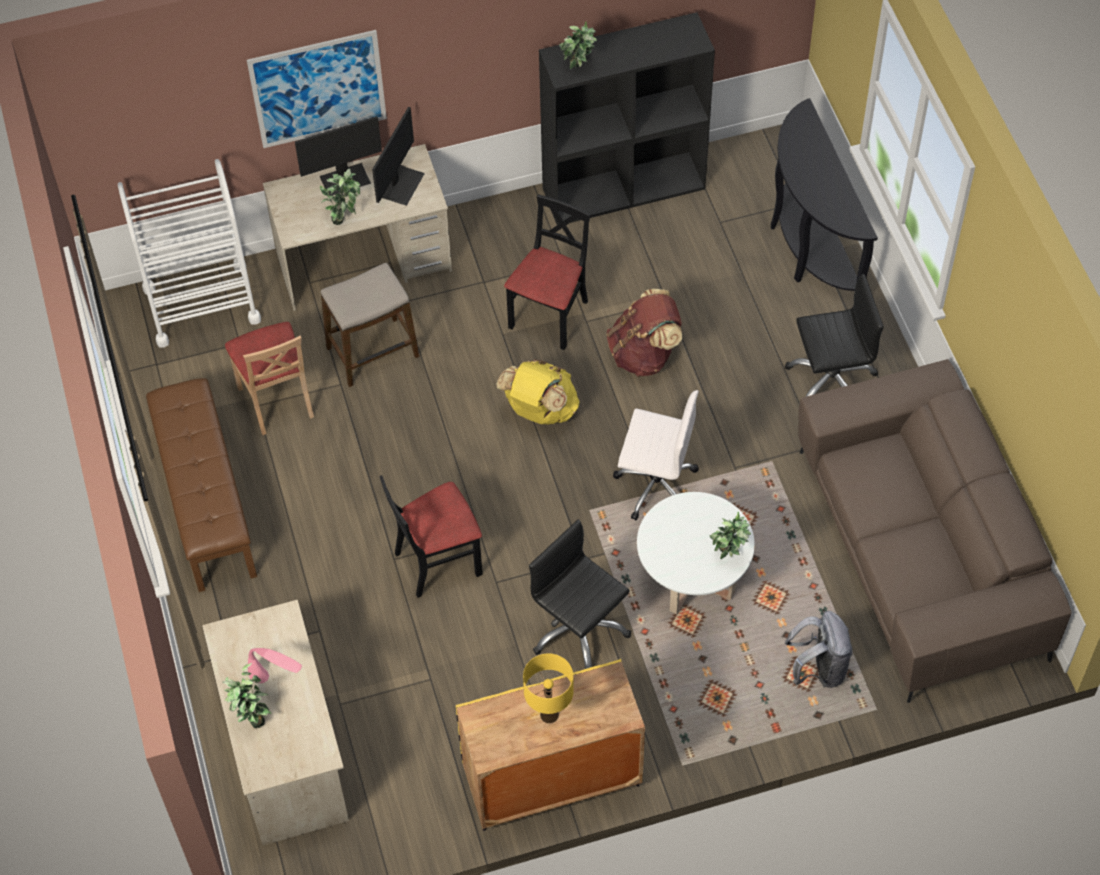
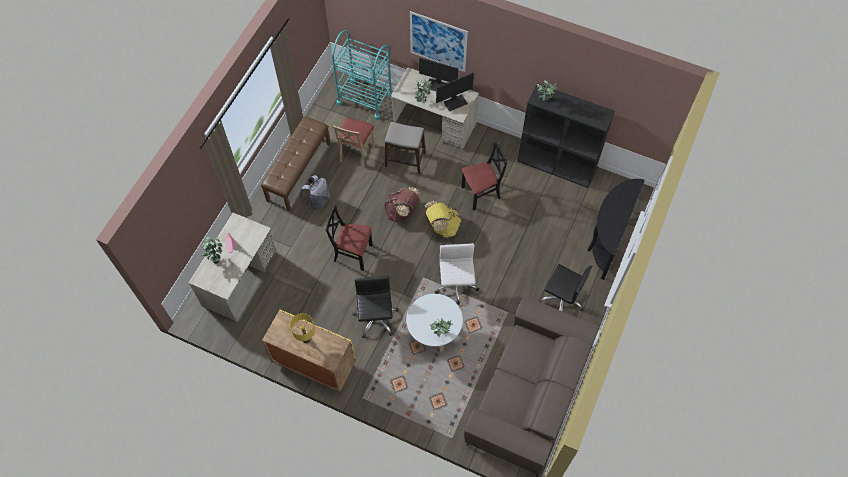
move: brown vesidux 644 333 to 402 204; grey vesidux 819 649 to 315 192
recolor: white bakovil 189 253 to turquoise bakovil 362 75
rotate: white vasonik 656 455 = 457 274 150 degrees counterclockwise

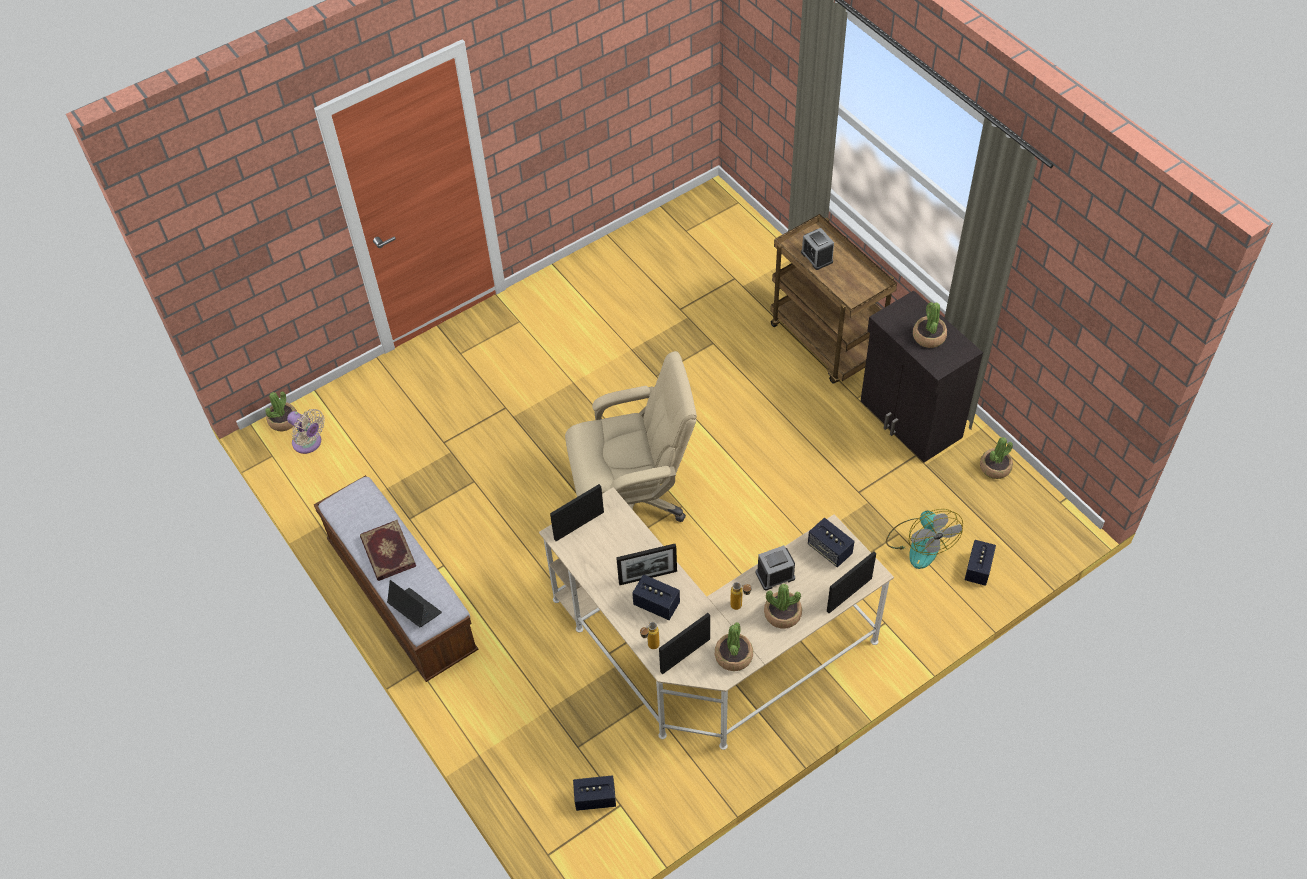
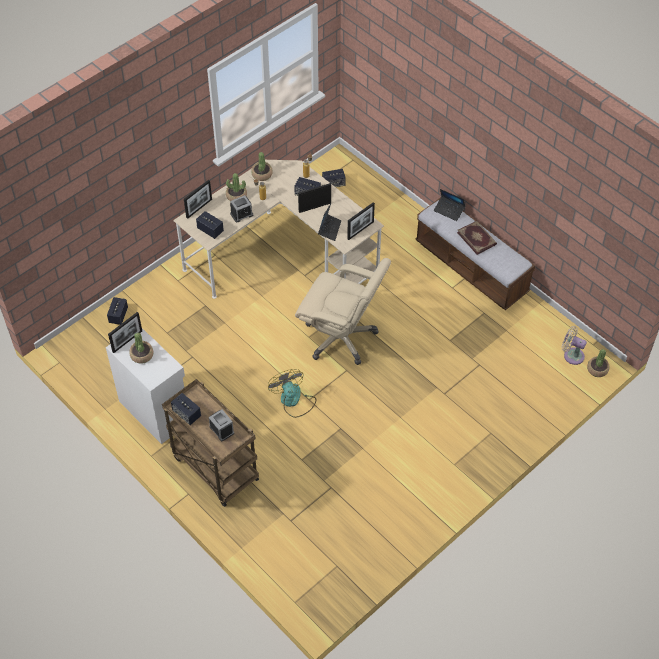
delete: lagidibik 996 458
insert: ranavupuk 186 409; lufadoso 329 222
move: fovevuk 684 643 to 125 332; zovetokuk 924 539 to 292 393
recolor: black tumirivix 922 376 to white tumirivix 145 386
rotate: beige vasonik 631 436 = 343 311 135 degrees counterclockwise

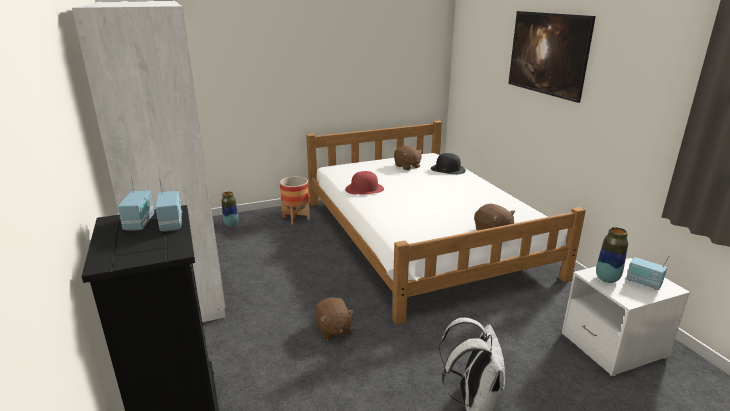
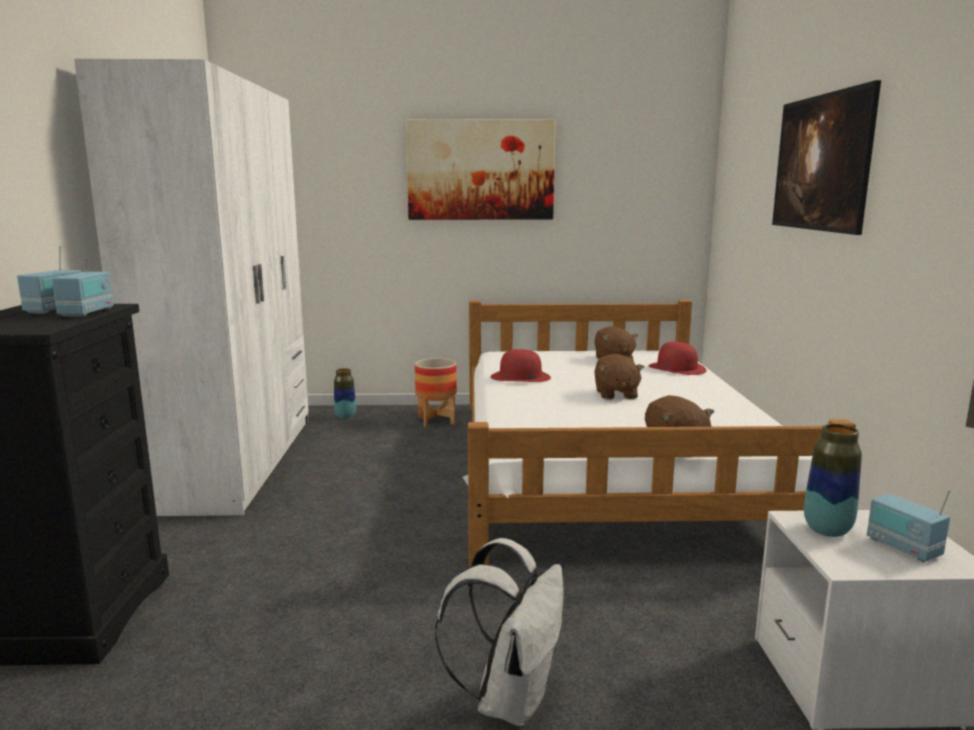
insert: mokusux 480 169
move: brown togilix 334 318 to 619 377
recolor: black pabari 448 163 to red pabari 677 358

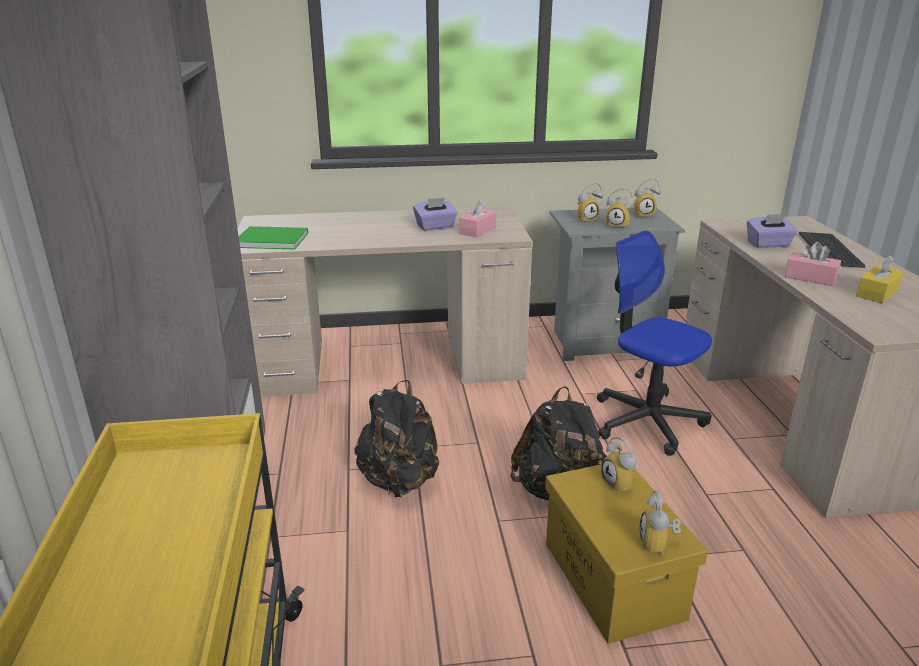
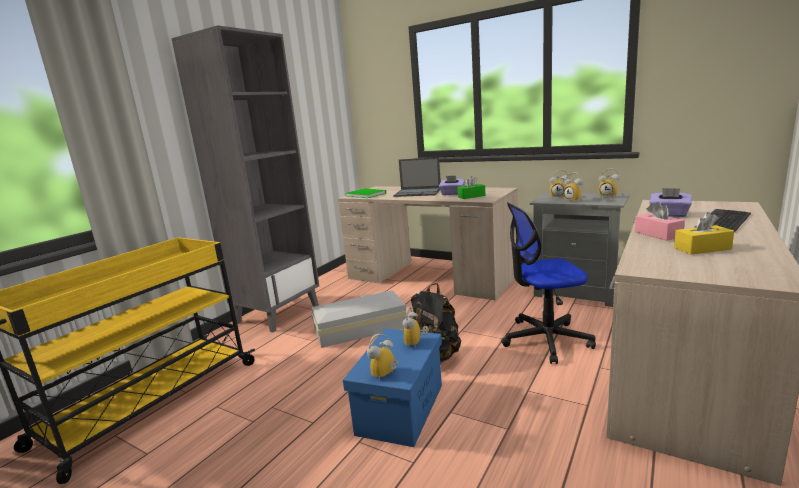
insert: lufadoso 417 177
replace: black vesidux 396 438 to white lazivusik 359 319
recolor: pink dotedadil 478 218 to green dotedadil 471 187; yellow lazivusik 626 554 to blue lazivusik 392 387
rotate: vasonik 654 343 = 548 283 90 degrees counterclockwise

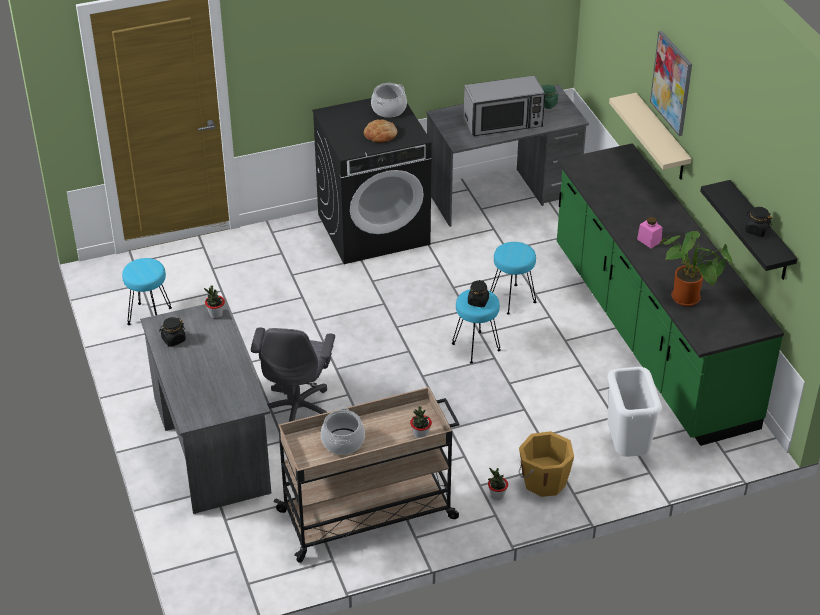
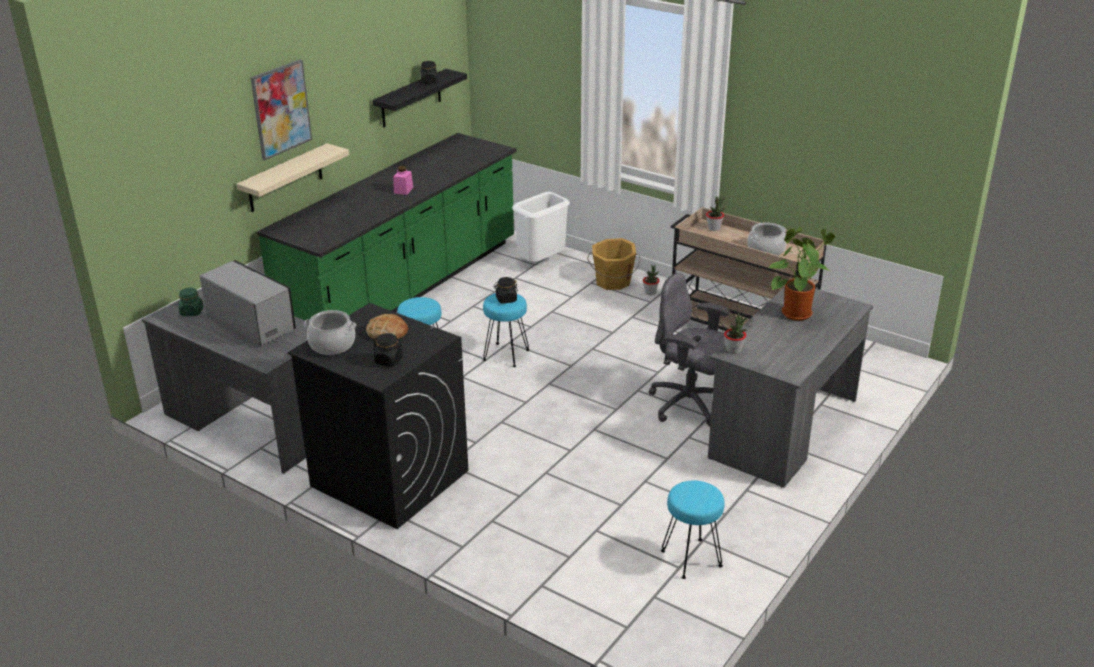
move: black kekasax 172 332 to 388 350; lagidibik 696 268 to 801 274
rotate: grey vasonik 293 375 = 689 349 120 degrees counterclockwise

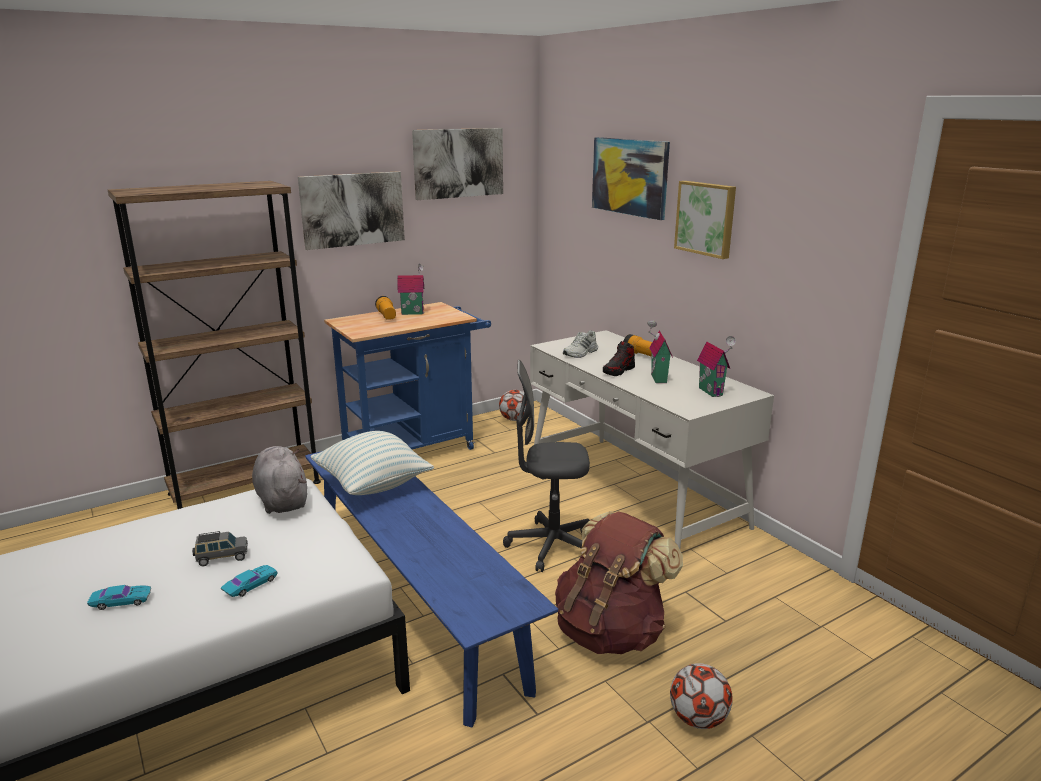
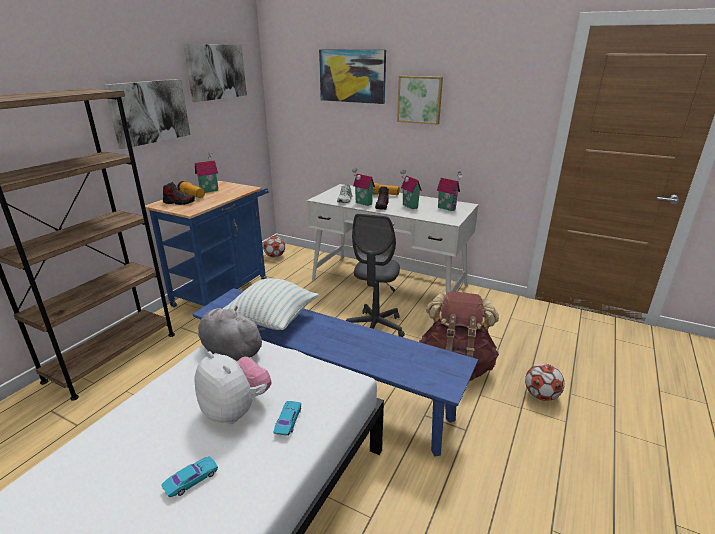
insert: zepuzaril 179 193; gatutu 363 187
replace: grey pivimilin 220 548 to togilix 233 387
rotate: grey vasonik 546 466 = 375 275 45 degrees counterclockwise

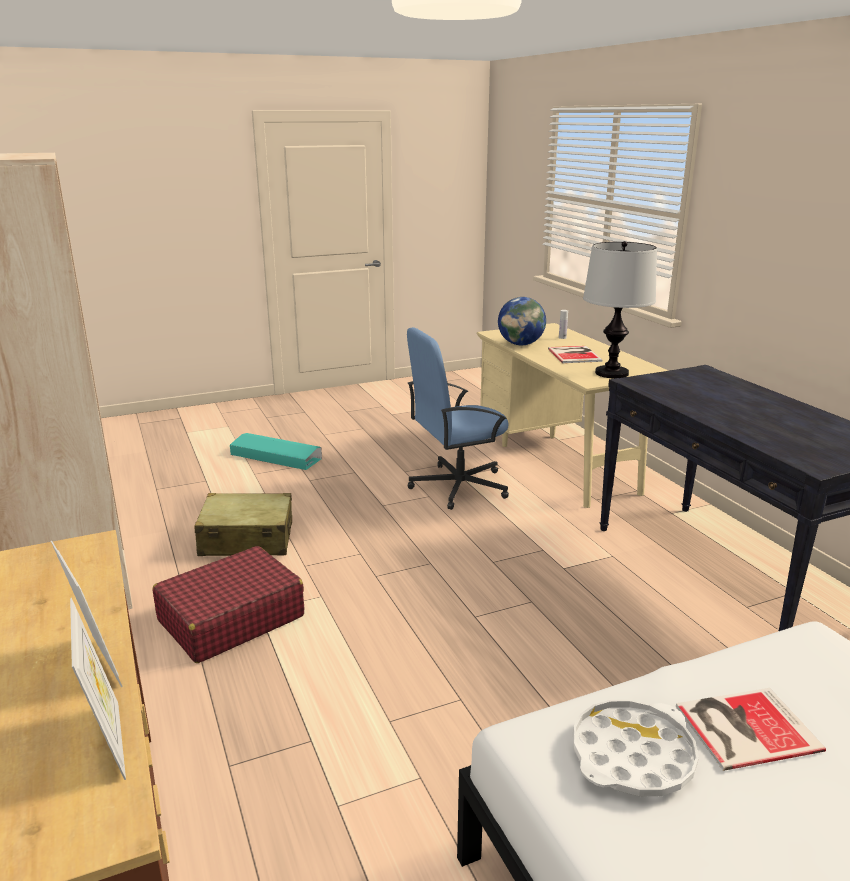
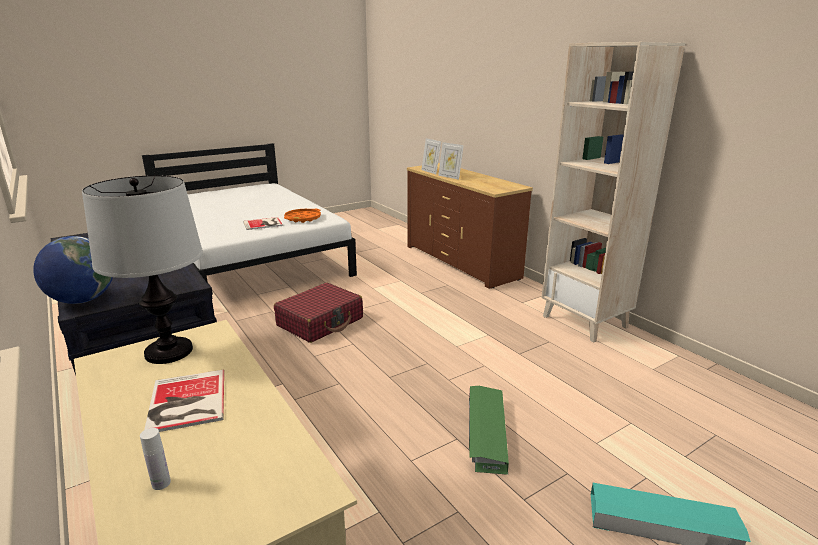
delete: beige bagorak 243 524; blue vasonik 458 418
insert: green lazivusik 489 430
move: red bagorak 228 604 to 318 313; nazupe 522 321 to 73 270
recolor: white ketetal 636 748 to orange ketetal 302 216

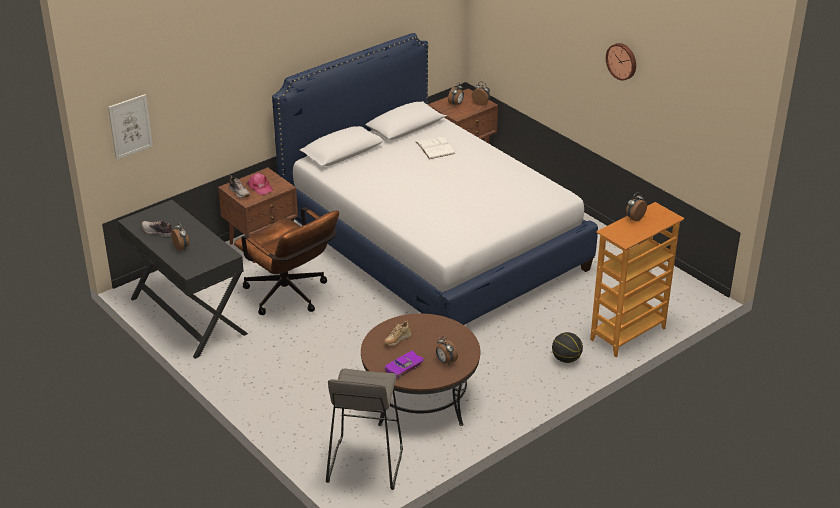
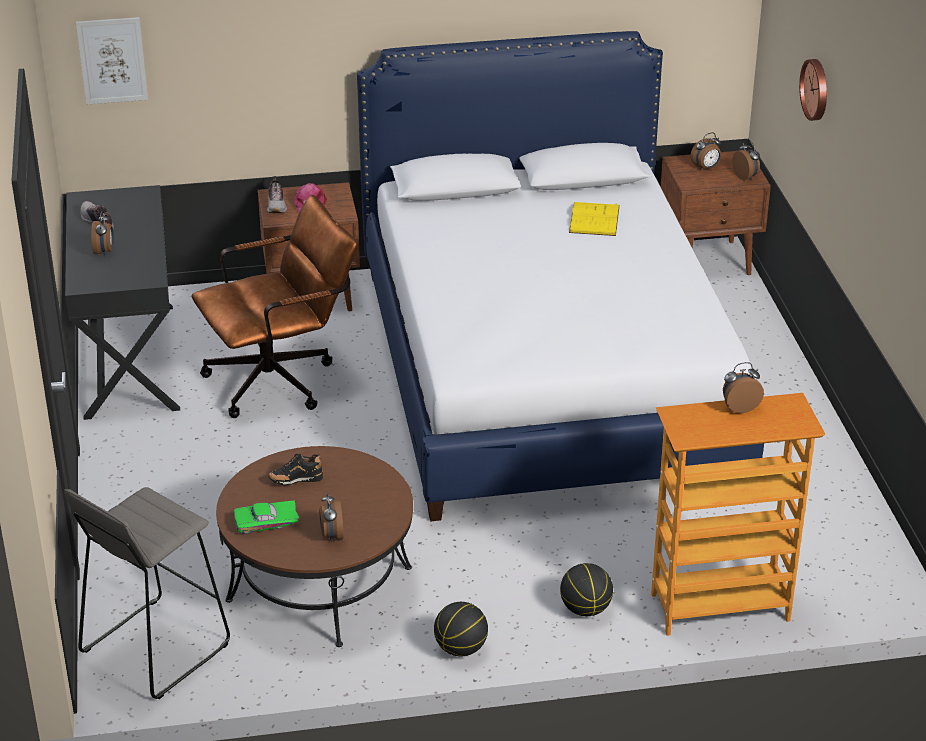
insert: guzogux 461 629
move: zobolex 621 62 to 813 90
recolor: beige zepuzaril 397 333 to black zepuzaril 295 469; purple pivimilin 404 364 to green pivimilin 266 517; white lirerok 435 147 to yellow lirerok 594 219
rotate: brown vasonik 286 261 = 275 306 105 degrees counterclockwise

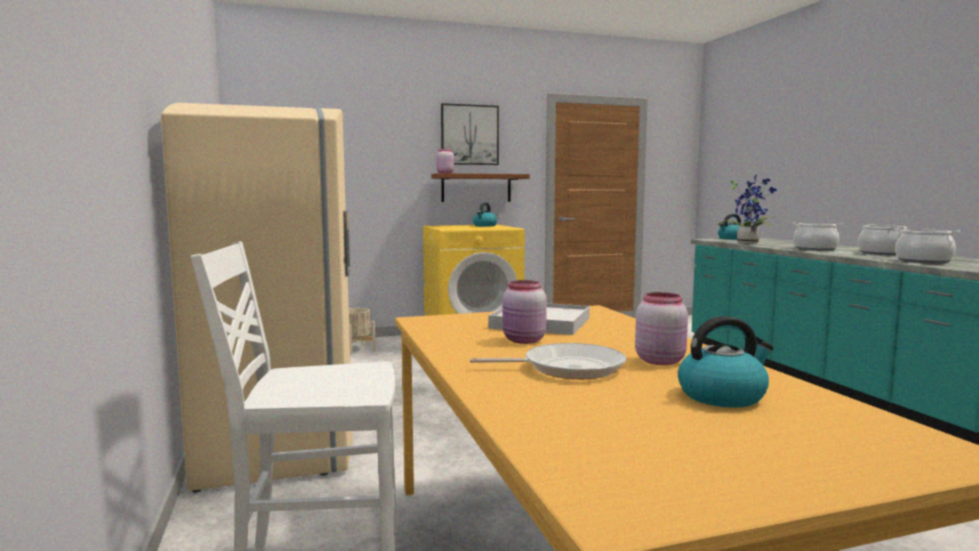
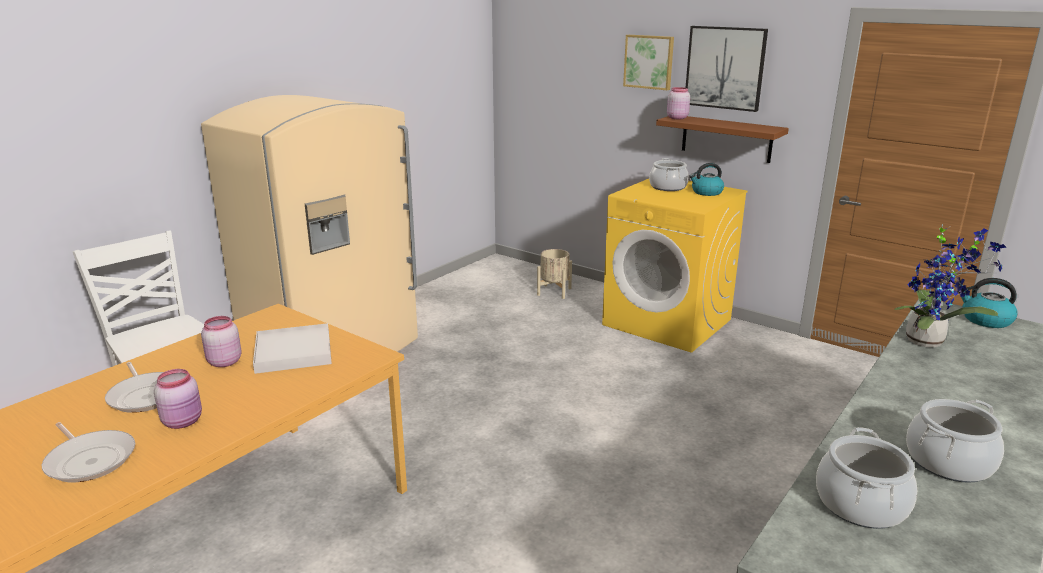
insert: mokusux 648 62
move: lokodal 818 236 to 669 174
replace: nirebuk 726 362 to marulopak 88 452

